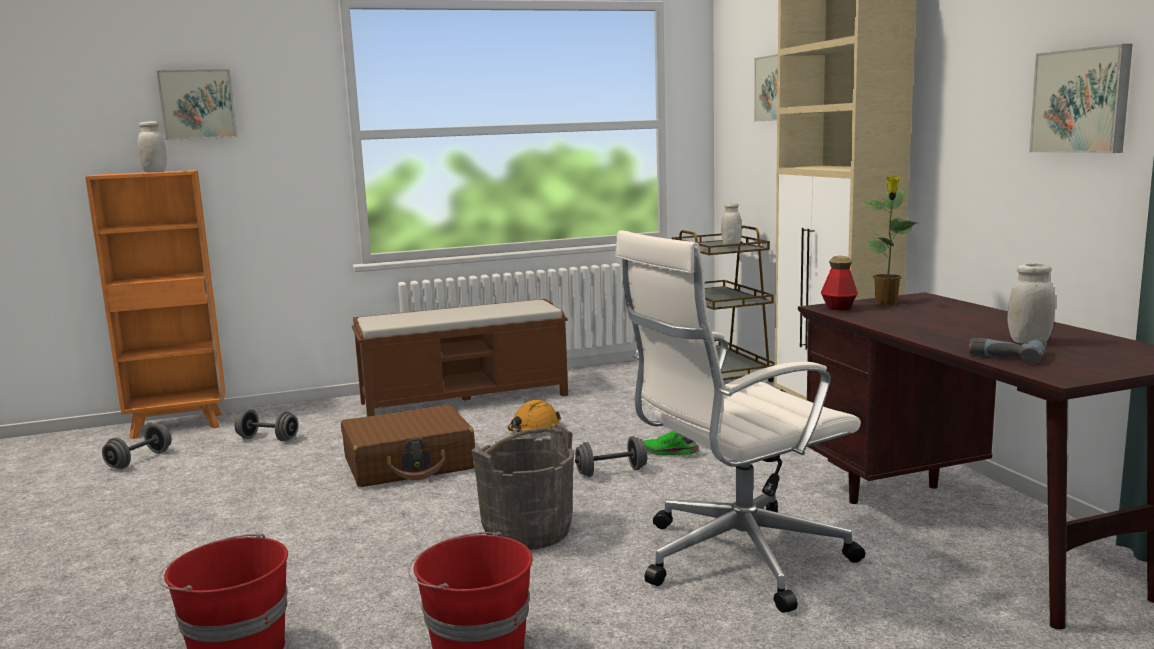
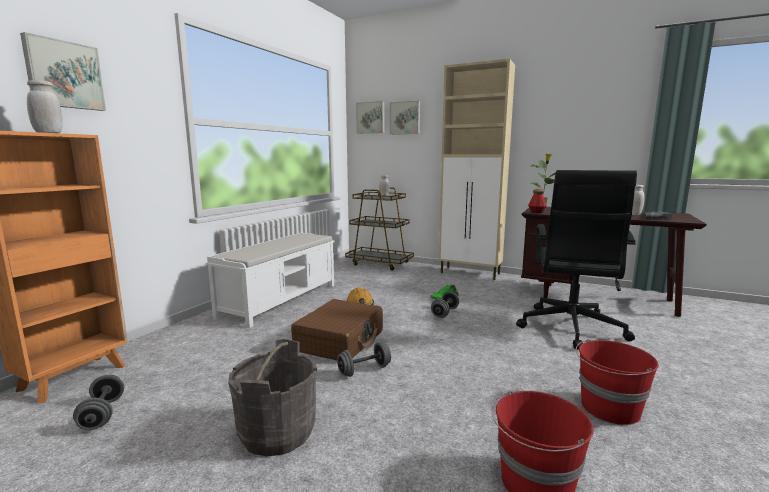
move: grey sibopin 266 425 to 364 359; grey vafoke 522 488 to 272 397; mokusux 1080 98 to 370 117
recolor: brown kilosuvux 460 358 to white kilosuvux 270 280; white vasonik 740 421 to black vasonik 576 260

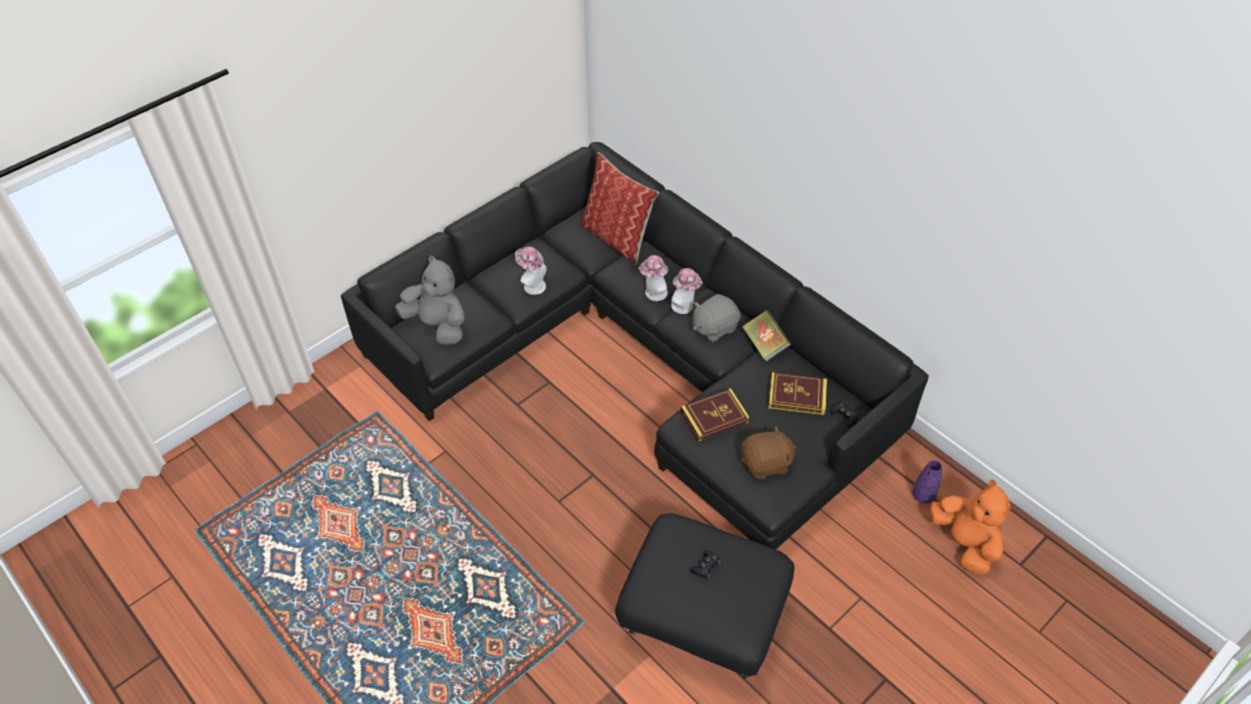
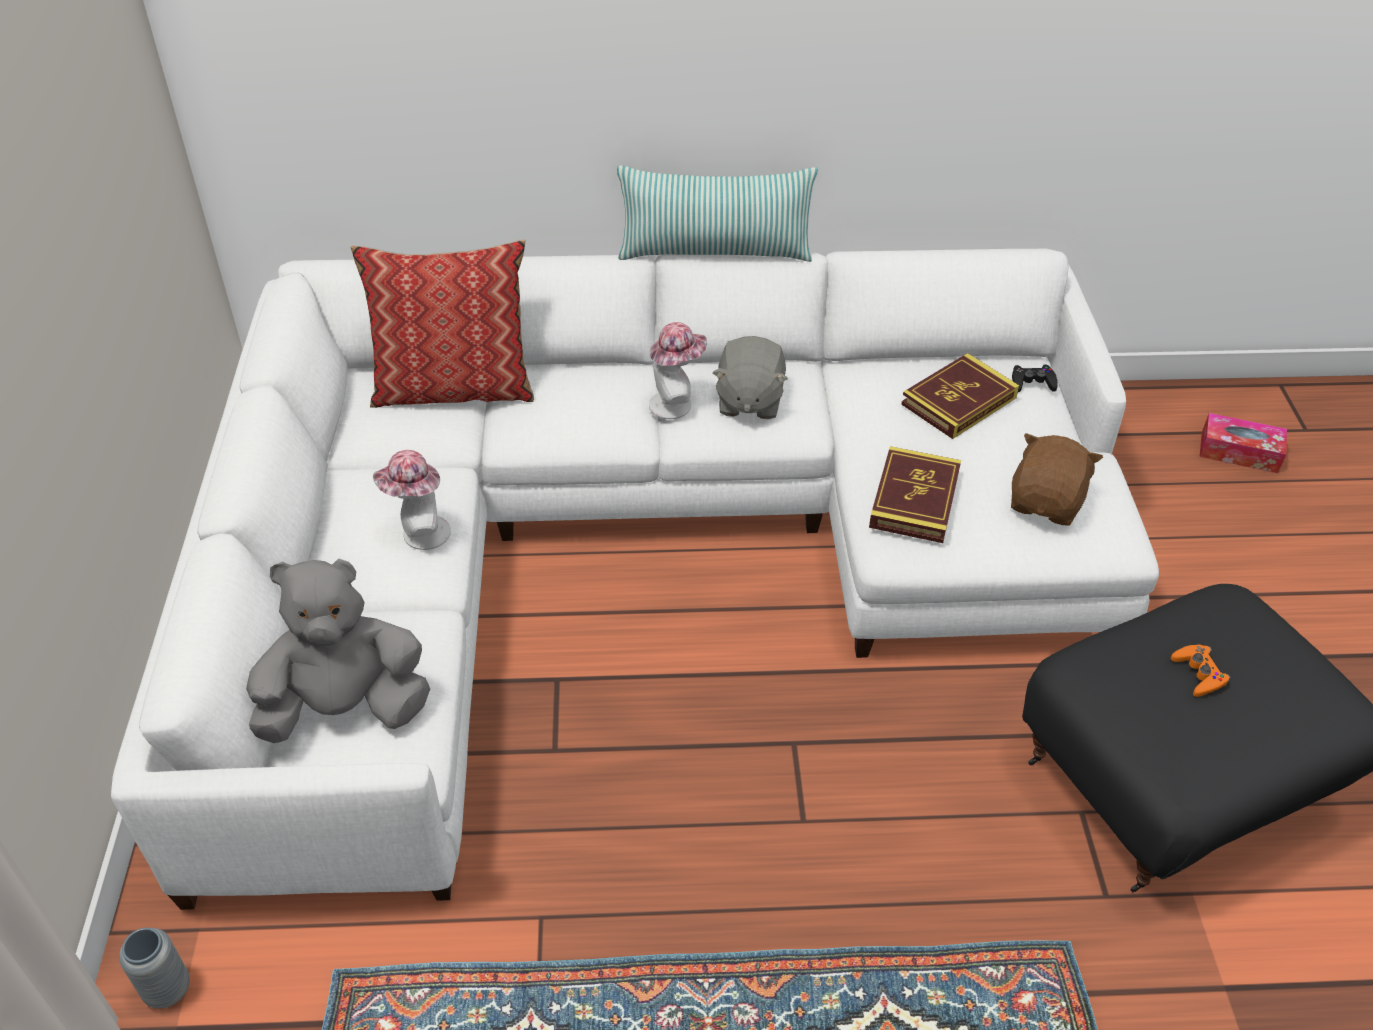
delete: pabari 653 278; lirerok 766 336; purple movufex 927 482
insert: grey movufex 154 968; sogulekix 717 213
replace: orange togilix 969 527 to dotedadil 1243 443
recolor: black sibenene 635 345 to white sibenene 635 579; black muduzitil 705 564 to orange muduzitil 1200 671

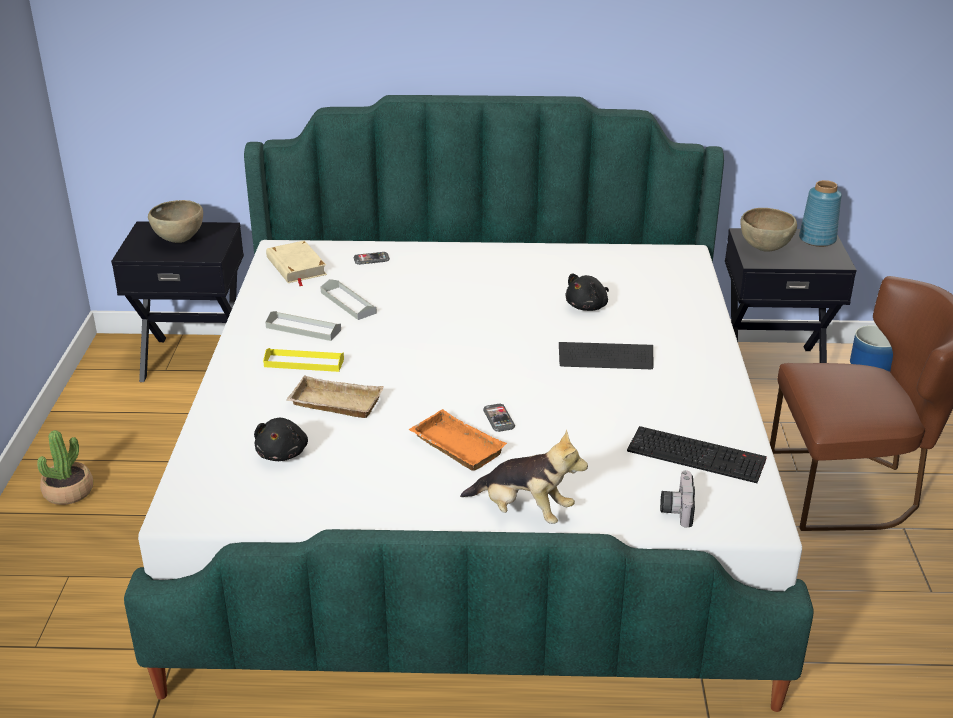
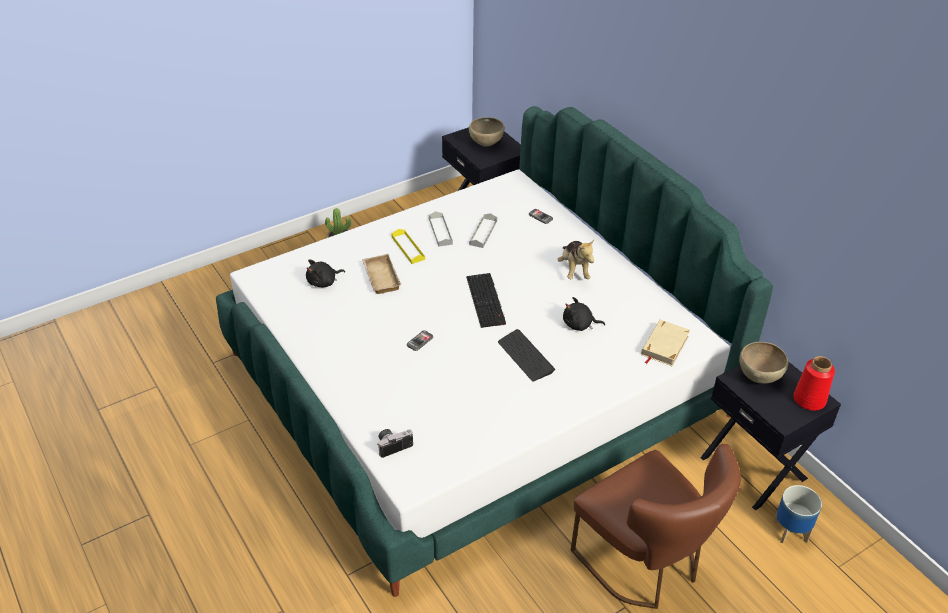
delete: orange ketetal 458 440
move: beige lirerok 296 263 to 665 343; togilix 524 477 to 576 259; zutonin 697 454 to 486 300
recolor: blue movufex 820 213 to red movufex 814 383

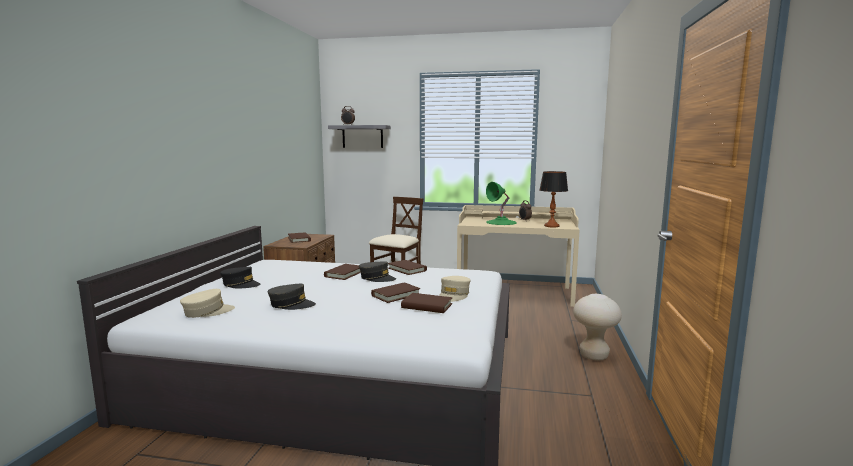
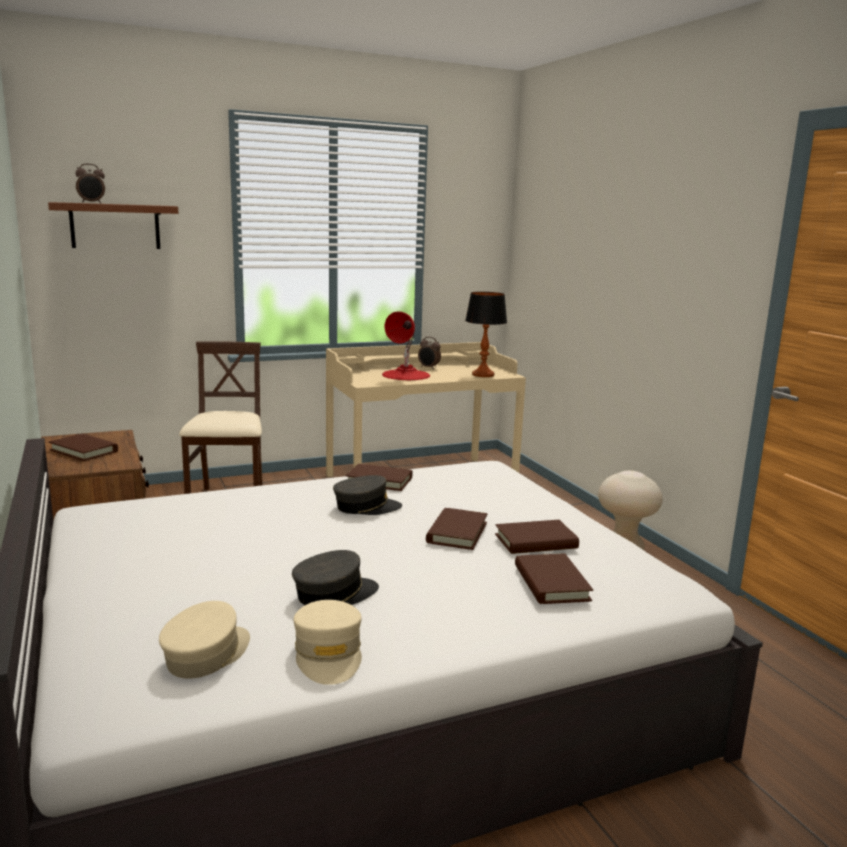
delete: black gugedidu 240 278
move: brown lirerok 342 272 to 554 578; beige gugedidu 454 289 to 328 642
recolor: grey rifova 359 136 to brown rifova 113 225; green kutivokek 501 203 to red kutivokek 406 346

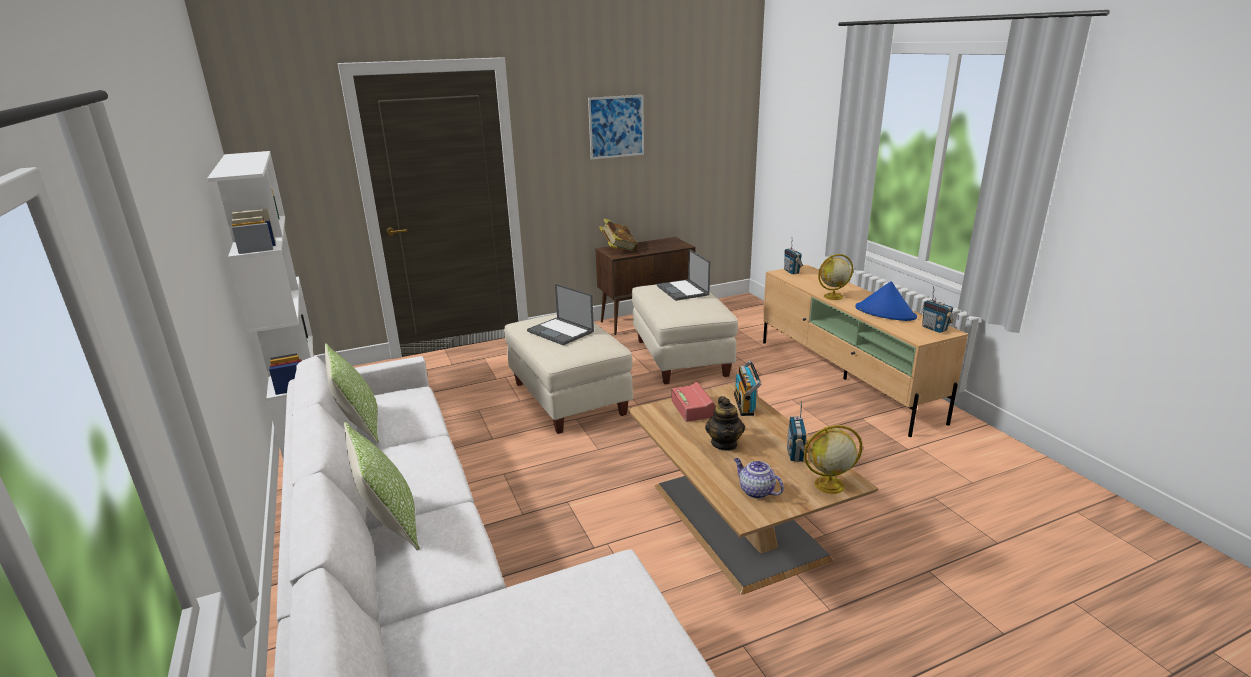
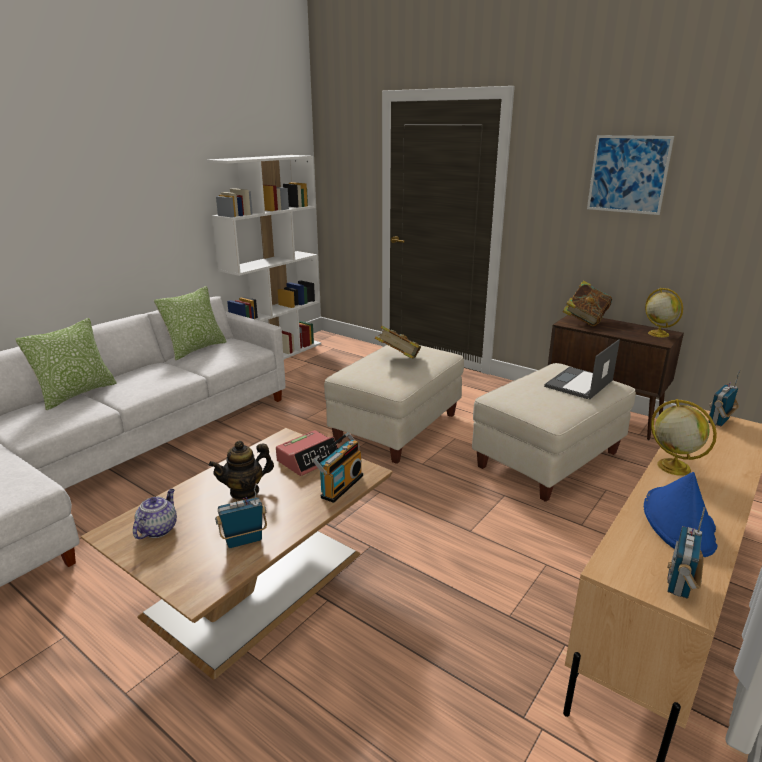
move: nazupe 833 459 to 664 312
replace: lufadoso 560 314 to lirerok 398 342
rotate: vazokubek 748 388 = 337 467 150 degrees clockwise

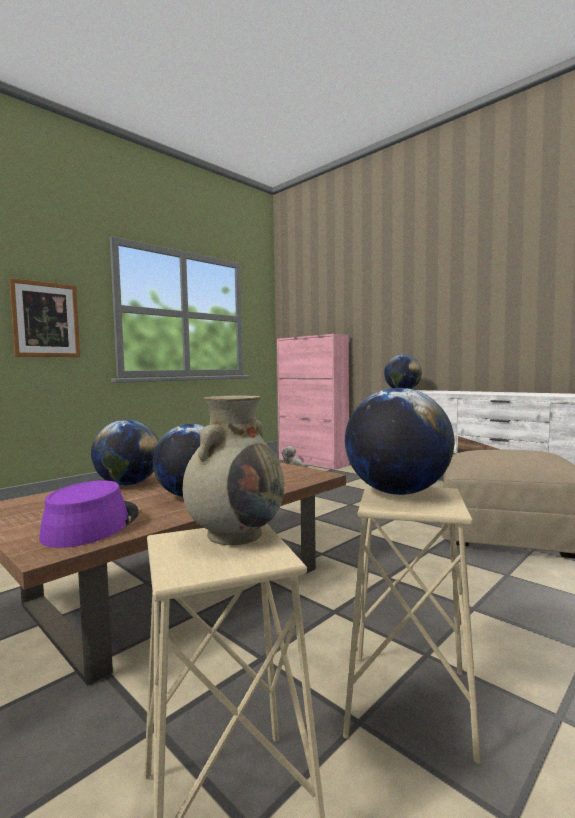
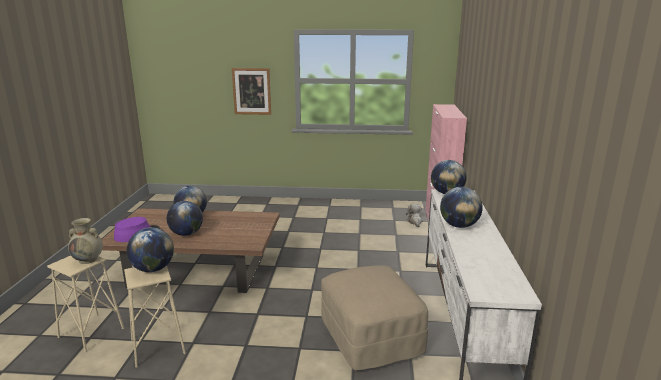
insert: nazupe 461 207

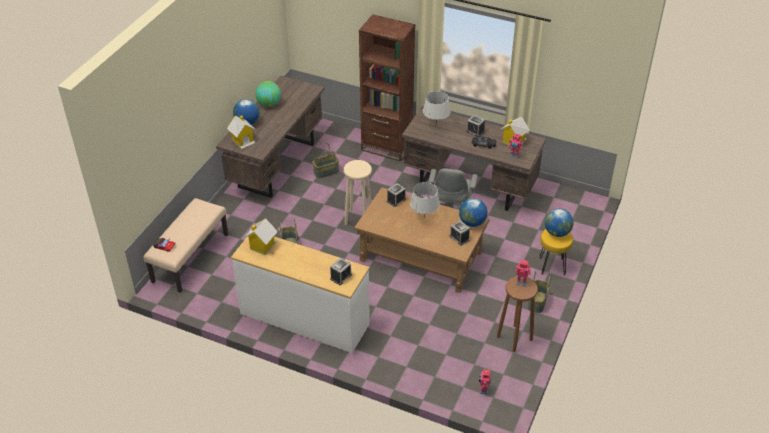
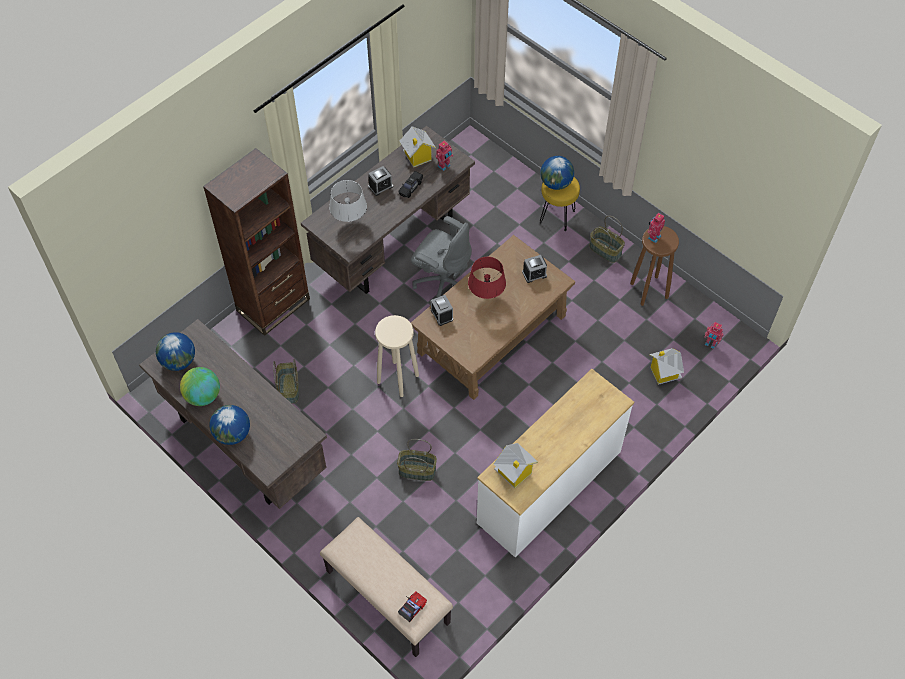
delete: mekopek 341 271
move: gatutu 241 132 to 666 366; nazupe 473 213 to 175 351
recolor: grey kutivokek 425 200 to red kutivokek 487 278

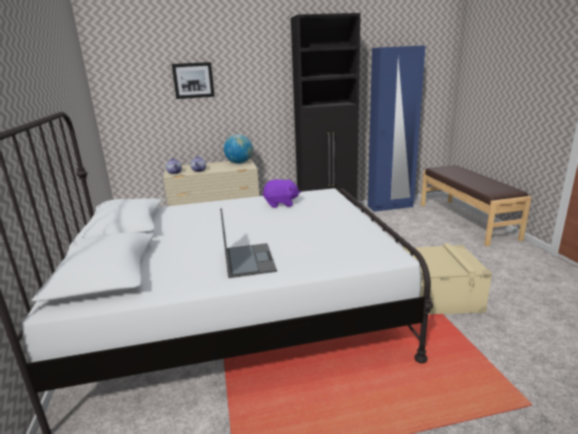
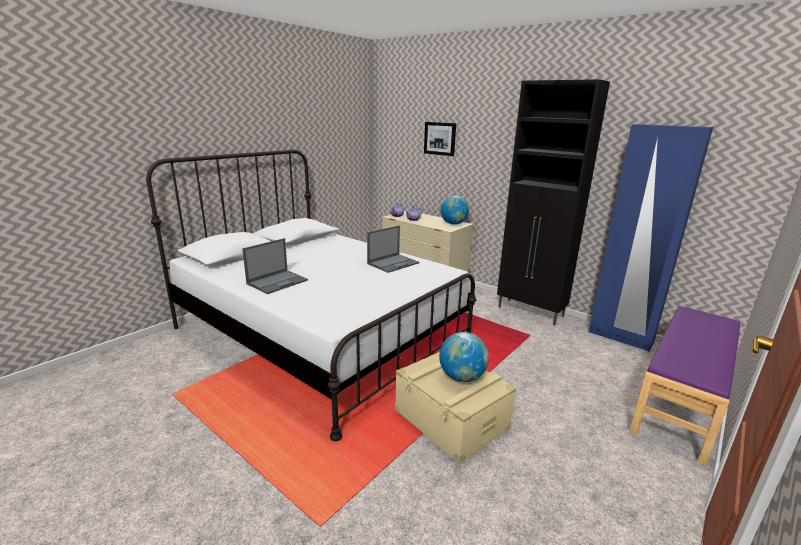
insert: nazupe 464 357
replace: purple togilix 281 193 to lufadoso 393 249
recolor: brown kilosuvux 476 205 to purple kilosuvux 685 386

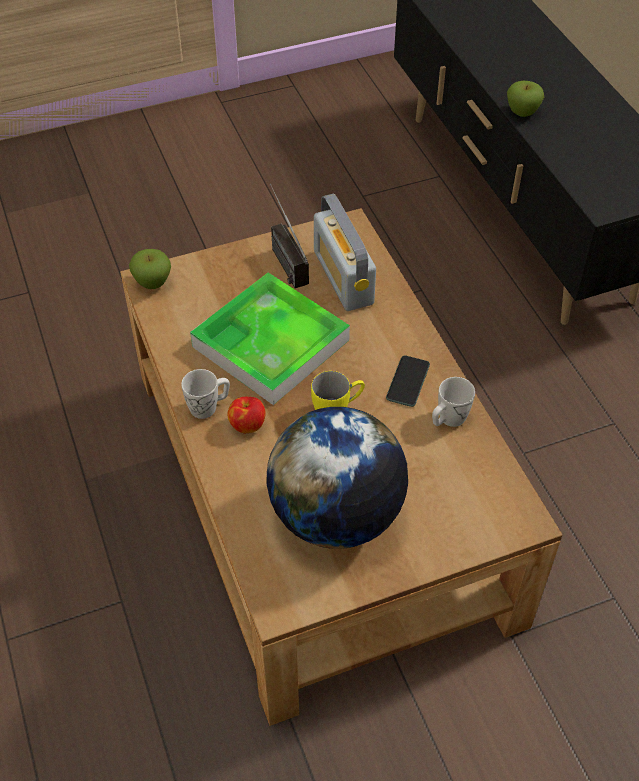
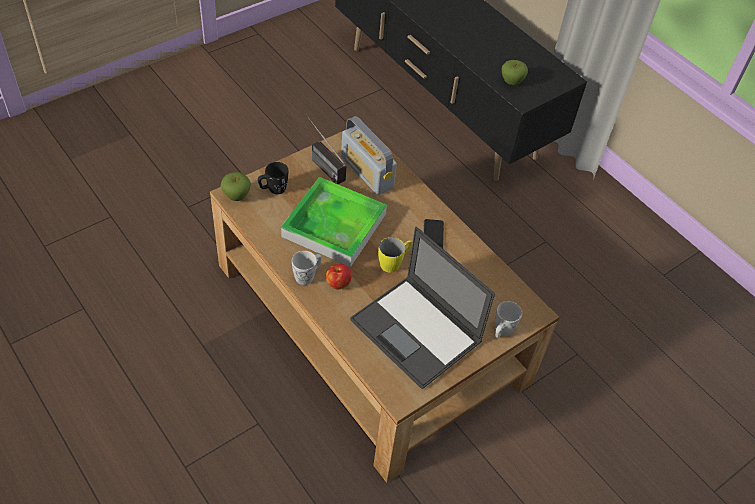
insert: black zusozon 273 178
move: white zusozon 453 402 to 508 319; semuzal 525 99 to 515 72
replace: nazupe 337 478 to lufadoso 422 308

